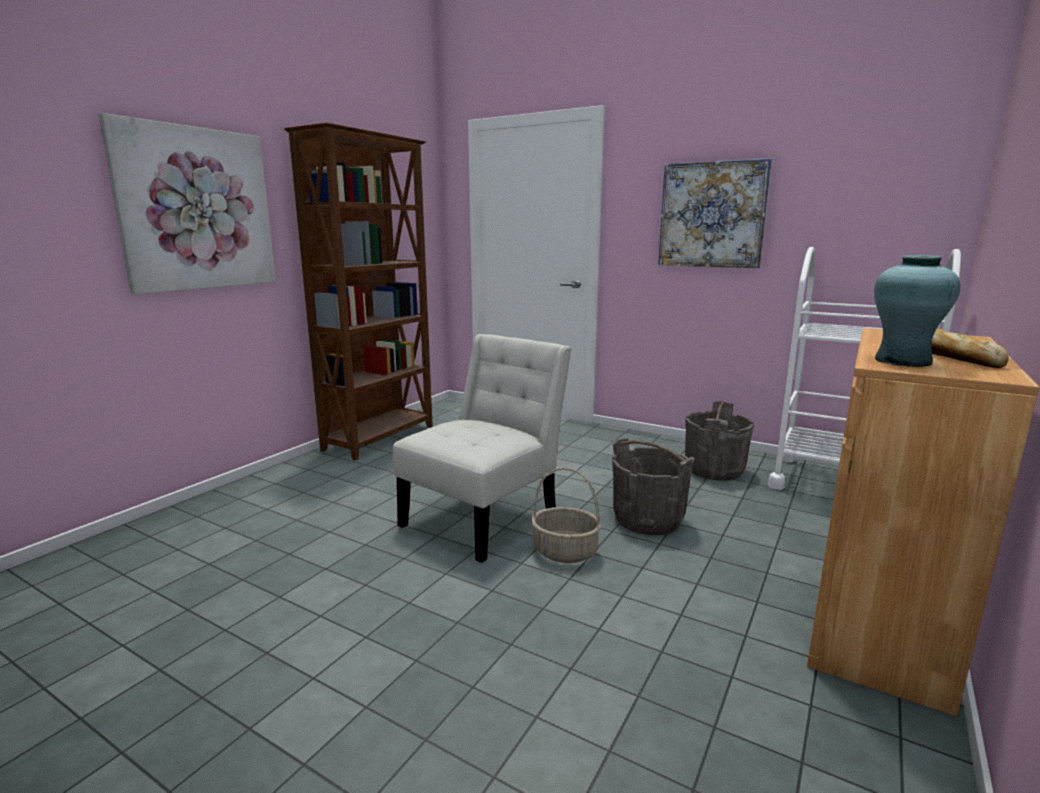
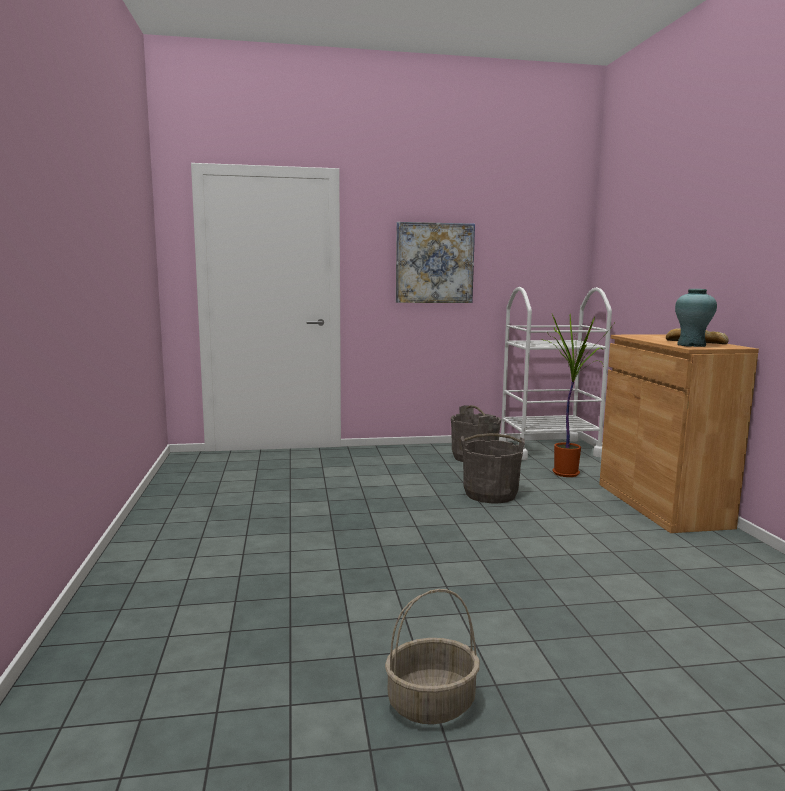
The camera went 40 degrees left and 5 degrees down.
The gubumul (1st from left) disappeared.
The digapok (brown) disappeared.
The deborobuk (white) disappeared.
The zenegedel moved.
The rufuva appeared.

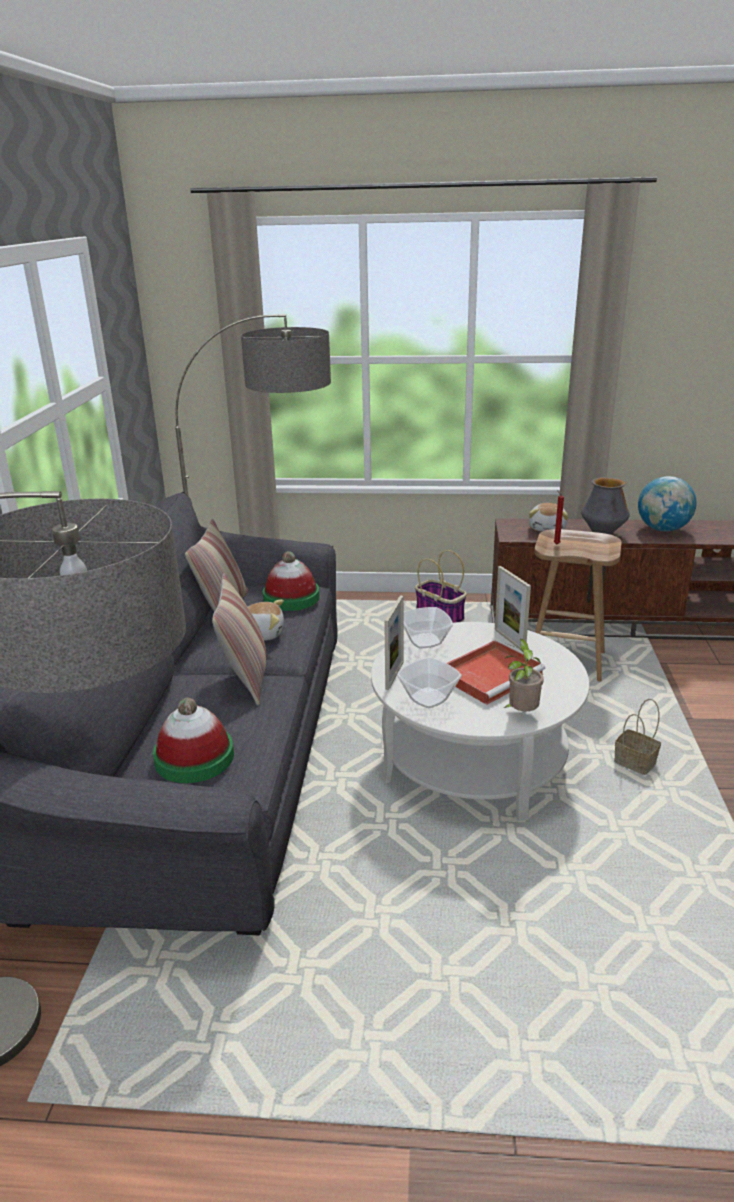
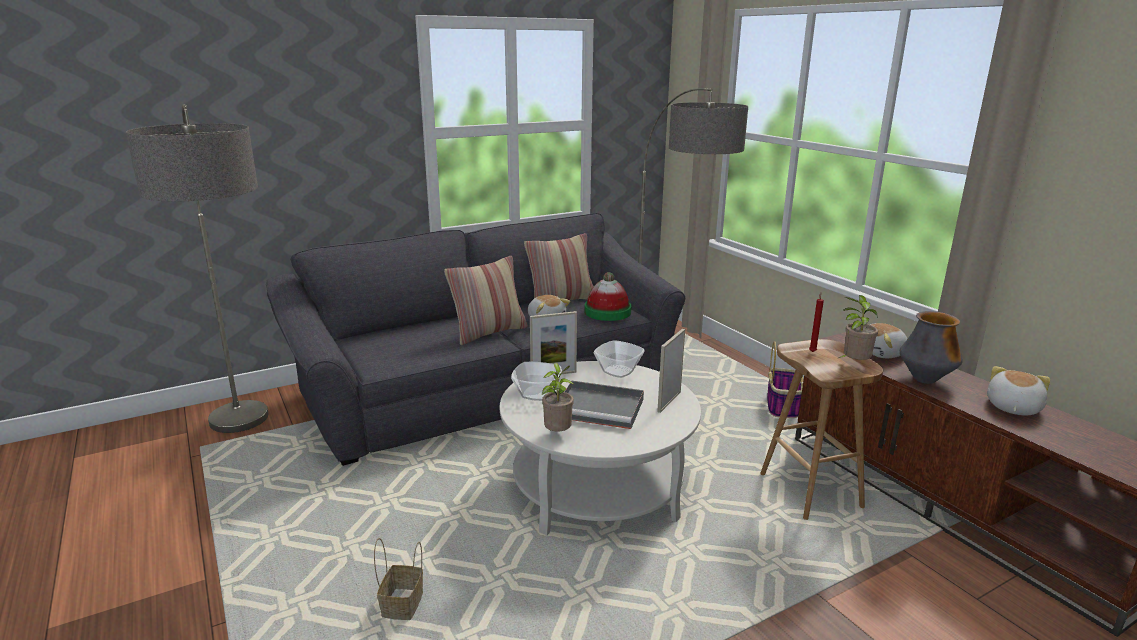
The camera went 55 degrees right and 5 degrees down.
The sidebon (1st from left) disappeared.
The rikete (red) became the rikete (grey).
The zenegedel (2nd from left in the first image) moved.
The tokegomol was replaced by the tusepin (3rd from left).
The rufuva (2nd from left) appeared.

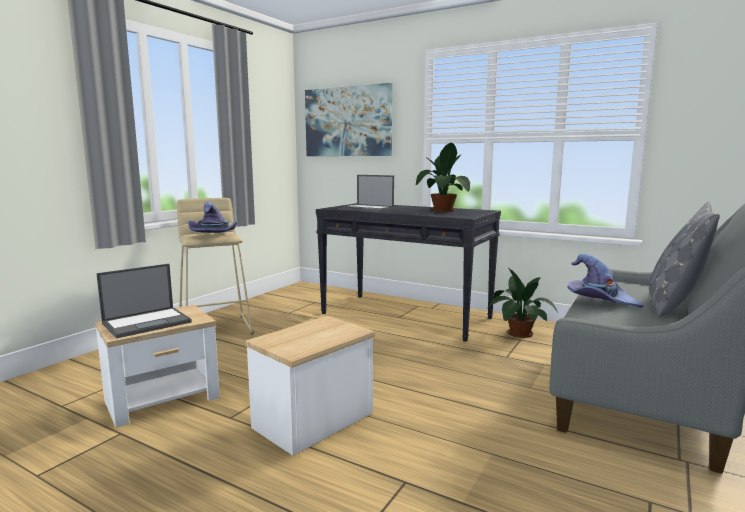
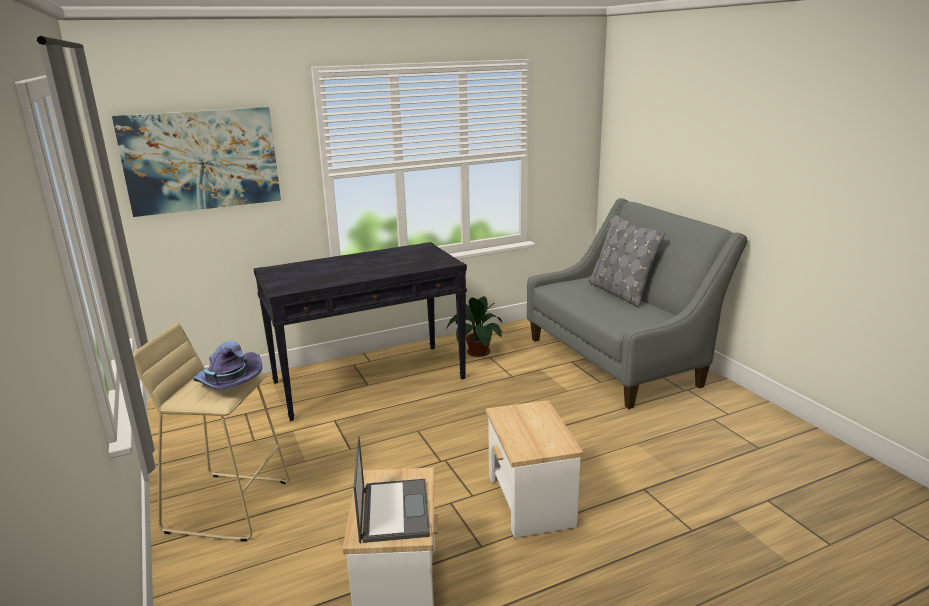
The camera went 55 degrees left and 10 degrees up.
The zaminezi (2nd from left) disappeared.
The rufuva (1st from left) disappeared.
The sidebon (purple) (2nd from left) disappeared.

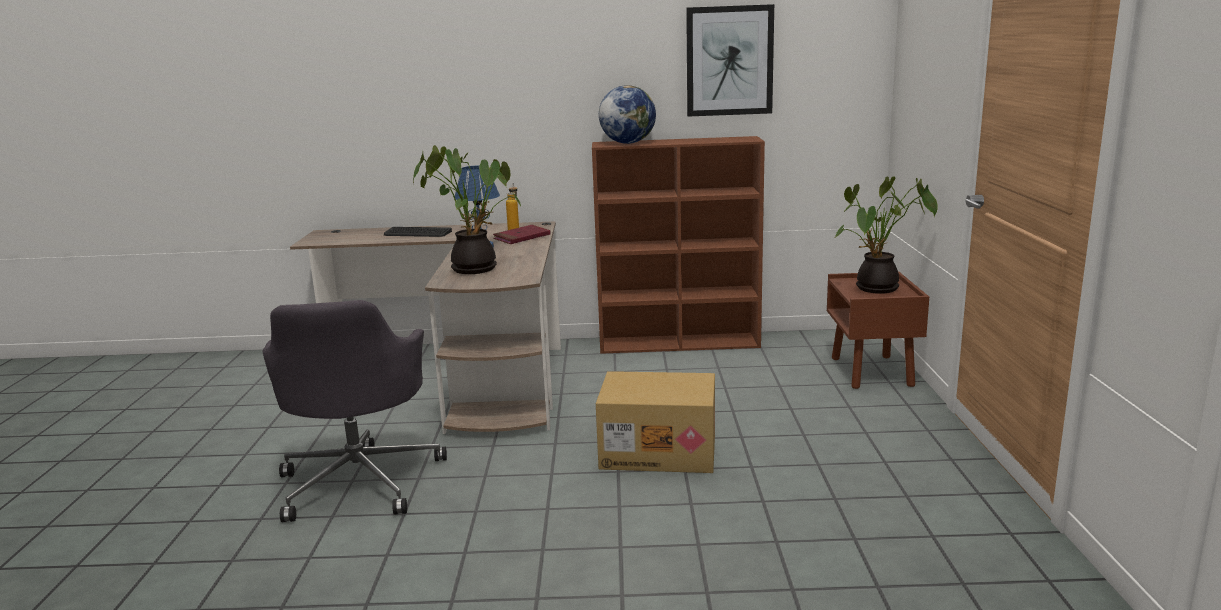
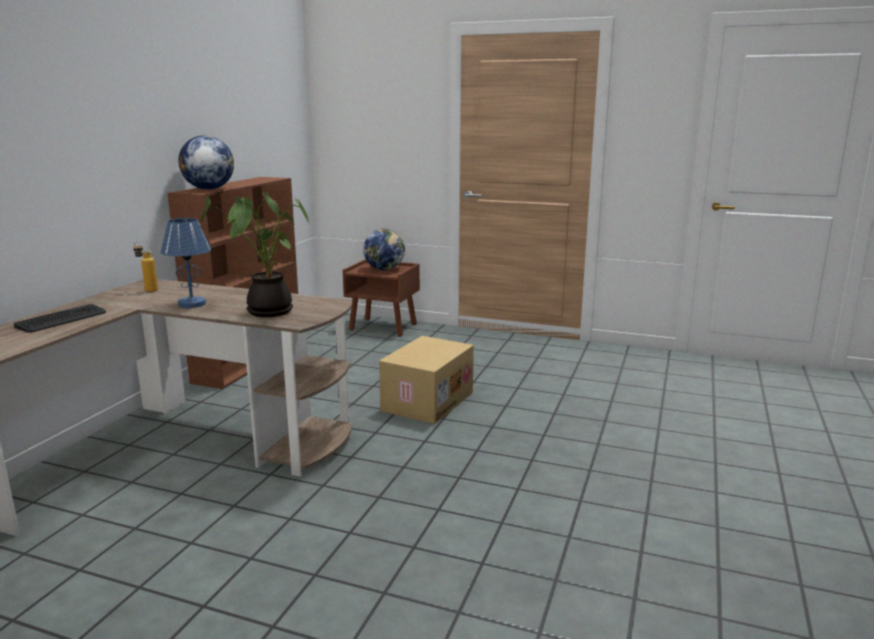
The camera went 70 degrees left and 0 degrees up.
The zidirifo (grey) disappeared.
The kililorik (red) disappeared.
The gubumul disappeared.
The rufuva (2nd from left) was replaced by the tokegomol (2nd from left).

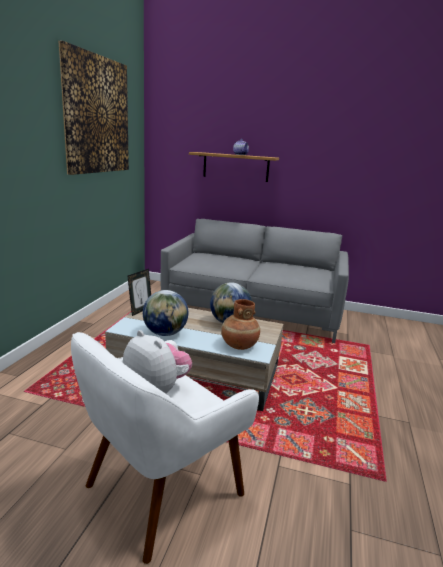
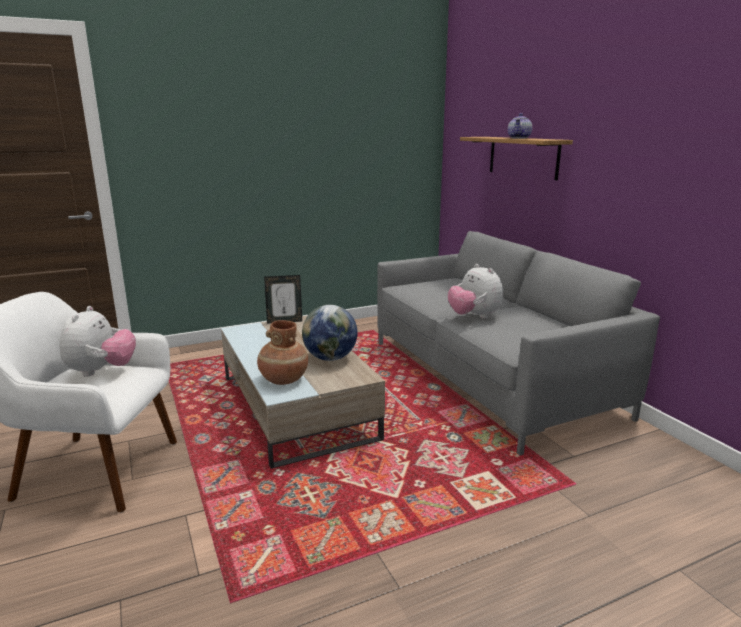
The camera went 50 degrees right and 0 degrees up.
The gubumul disappeared.
The tokegomol (1st from left) disappeared.
The tusepin (2nd from left) appeared.

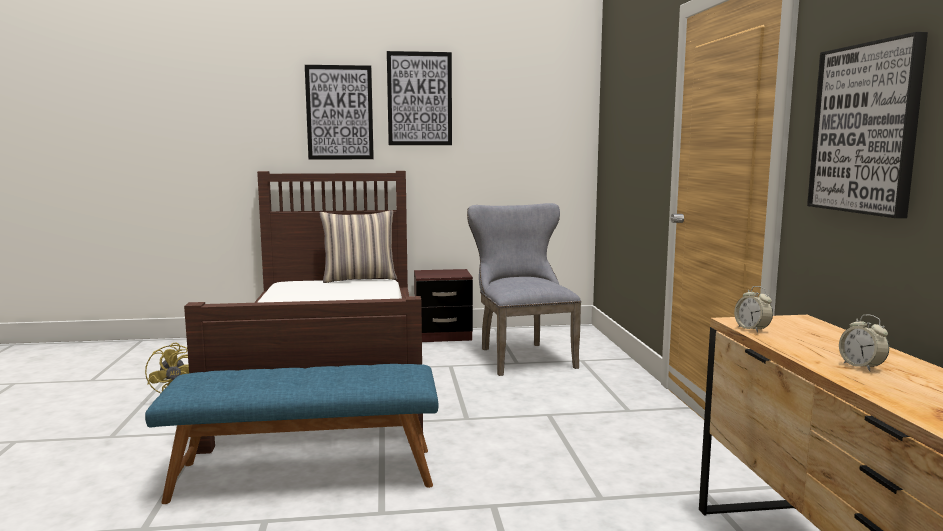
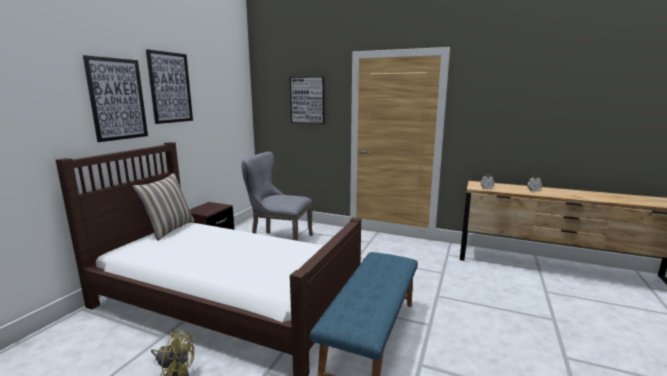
The camera went 60 degrees left and 5 degrees up.
The gubumul (3rd from left) moved.

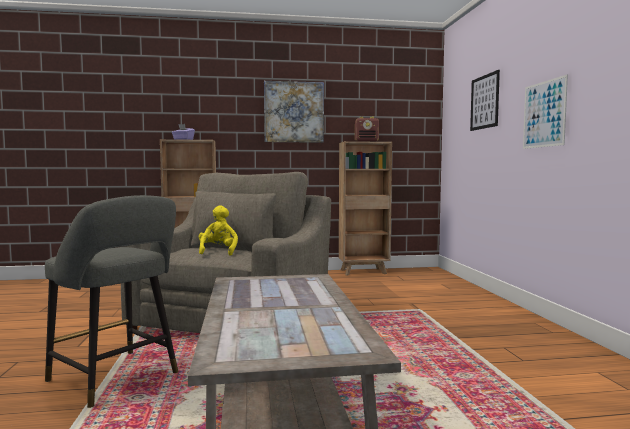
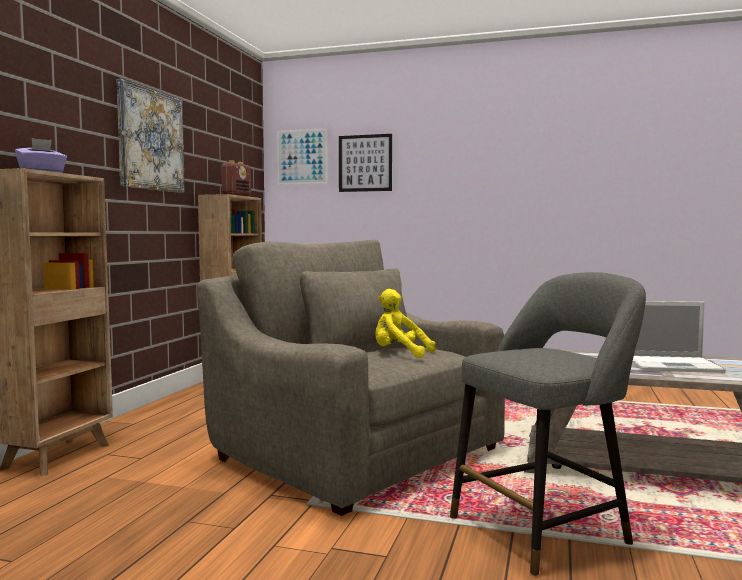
The camera went 65 degrees left and 0 degrees up.
The gubumul (3rd from left in the first image) moved.
The zaminezi appeared.

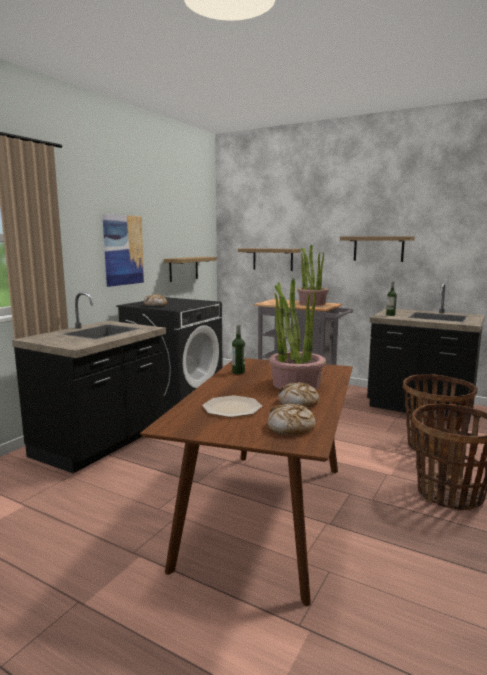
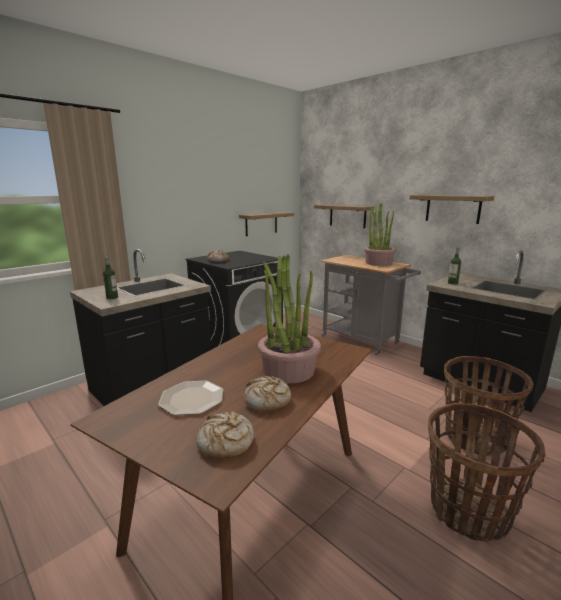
The camera went 15 degrees right and 5 degrees up.
The gubumul disappeared.
The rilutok (1st from left) moved.

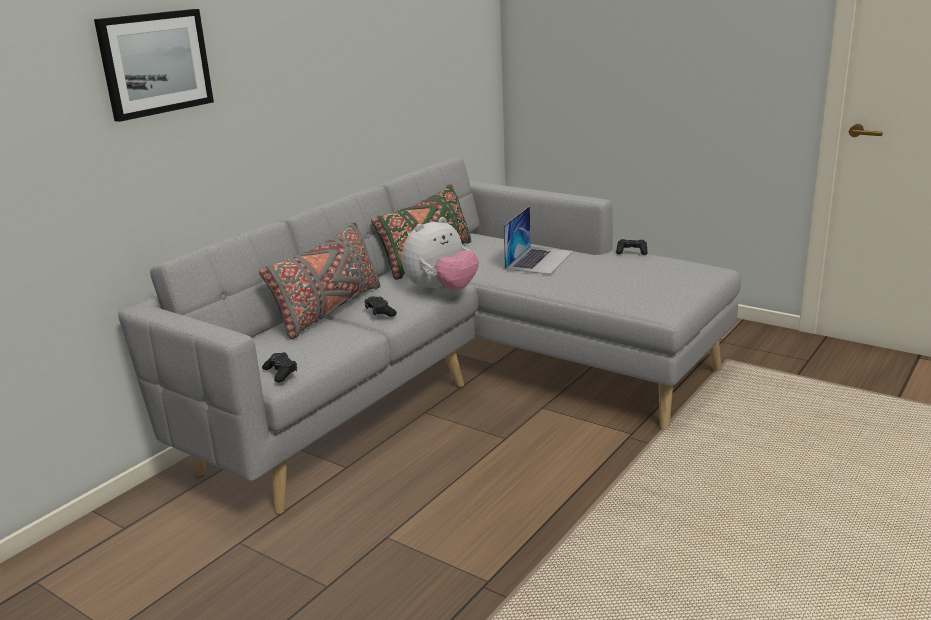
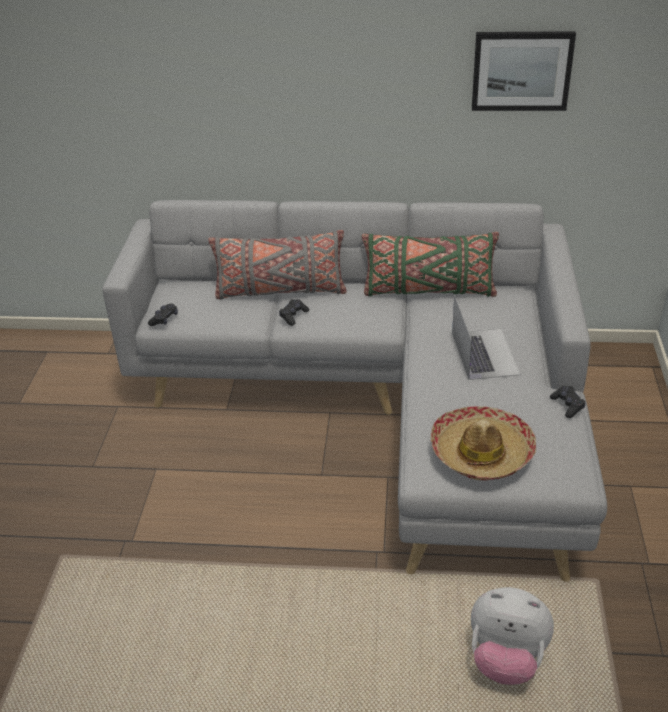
The camera went 60 degrees right and 15 degrees up.
The gubumul moved.
The tusepin moved.
The zaminezi turned 90 degrees counterclockwise.
The sidebon appeared.

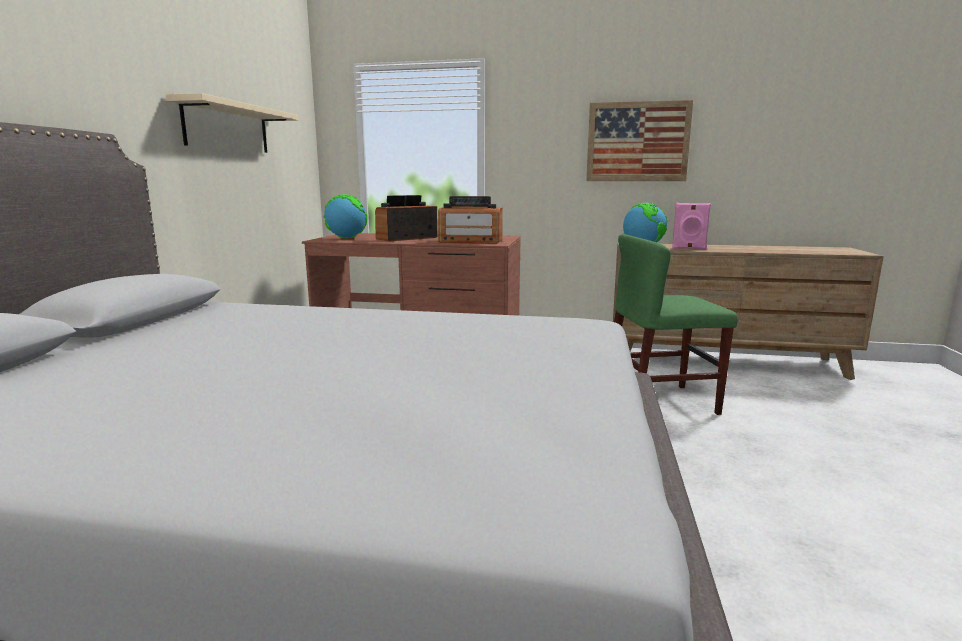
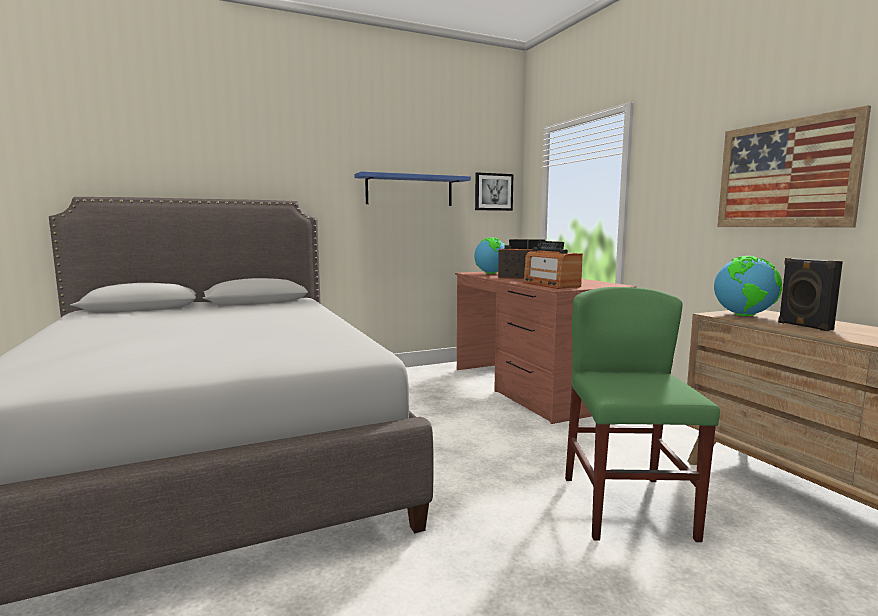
The camera went 55 degrees right and 5 degrees down.
The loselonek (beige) became the loselonek (blue).
The deborobuk (green) turned 45 degrees clockwise.
The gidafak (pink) became the gidafak (black).
The gubumul (1st from left) appeared.

